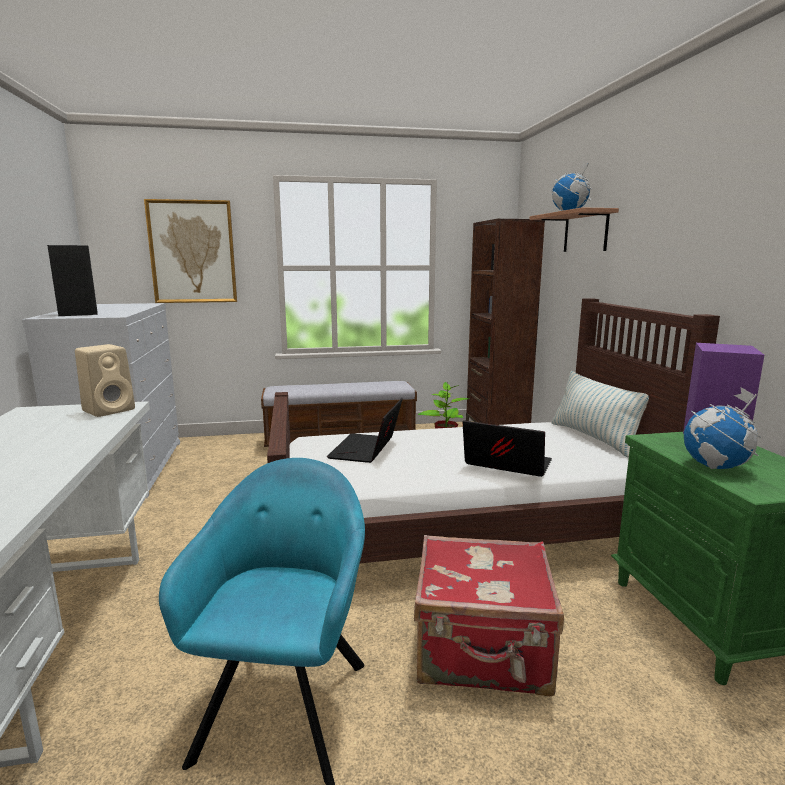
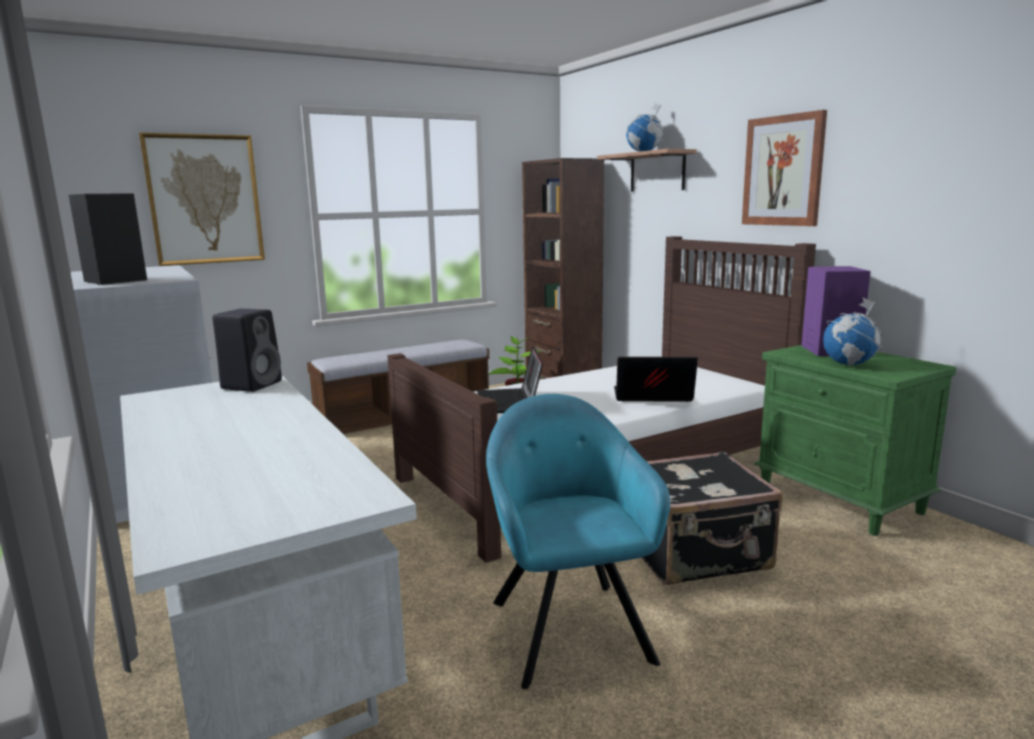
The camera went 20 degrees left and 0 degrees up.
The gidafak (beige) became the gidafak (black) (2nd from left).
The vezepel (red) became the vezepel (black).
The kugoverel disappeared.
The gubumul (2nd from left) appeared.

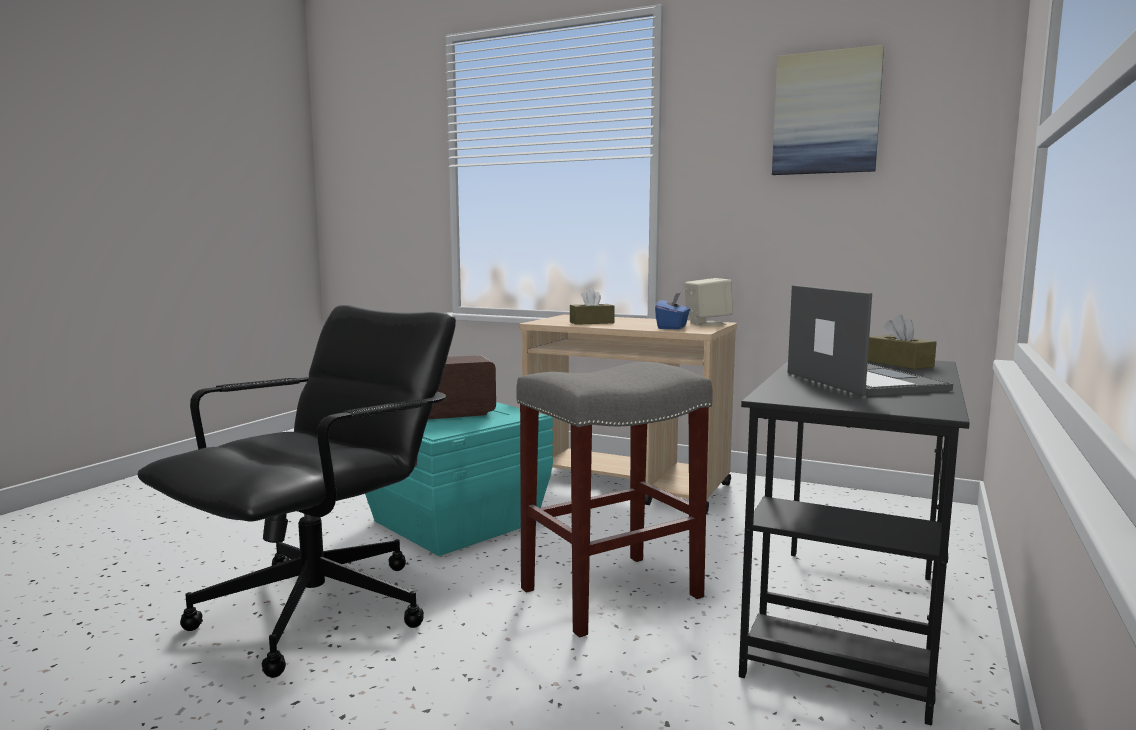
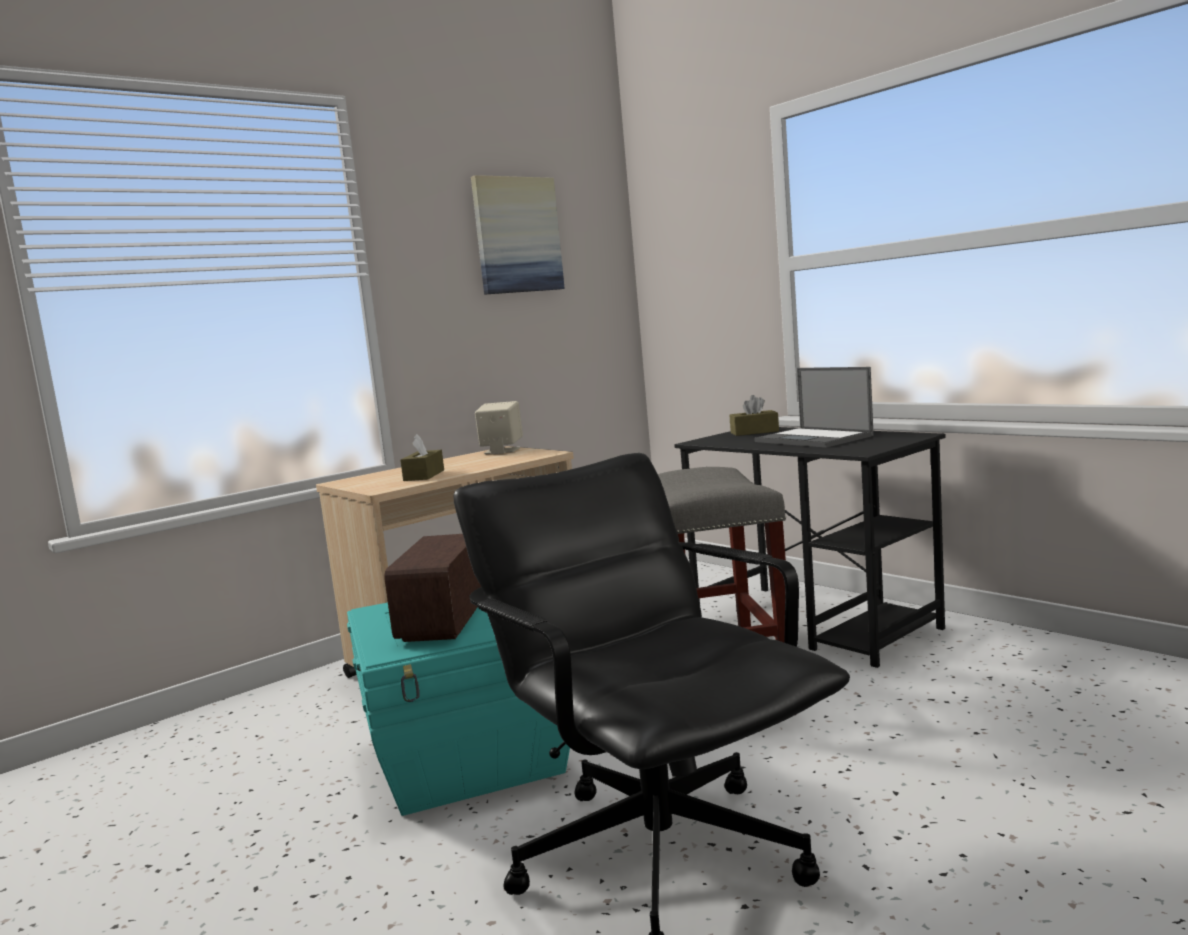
The camera went 65 degrees left and 0 degrees up.
The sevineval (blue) disappeared.
The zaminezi turned 135 degrees counterclockwise.

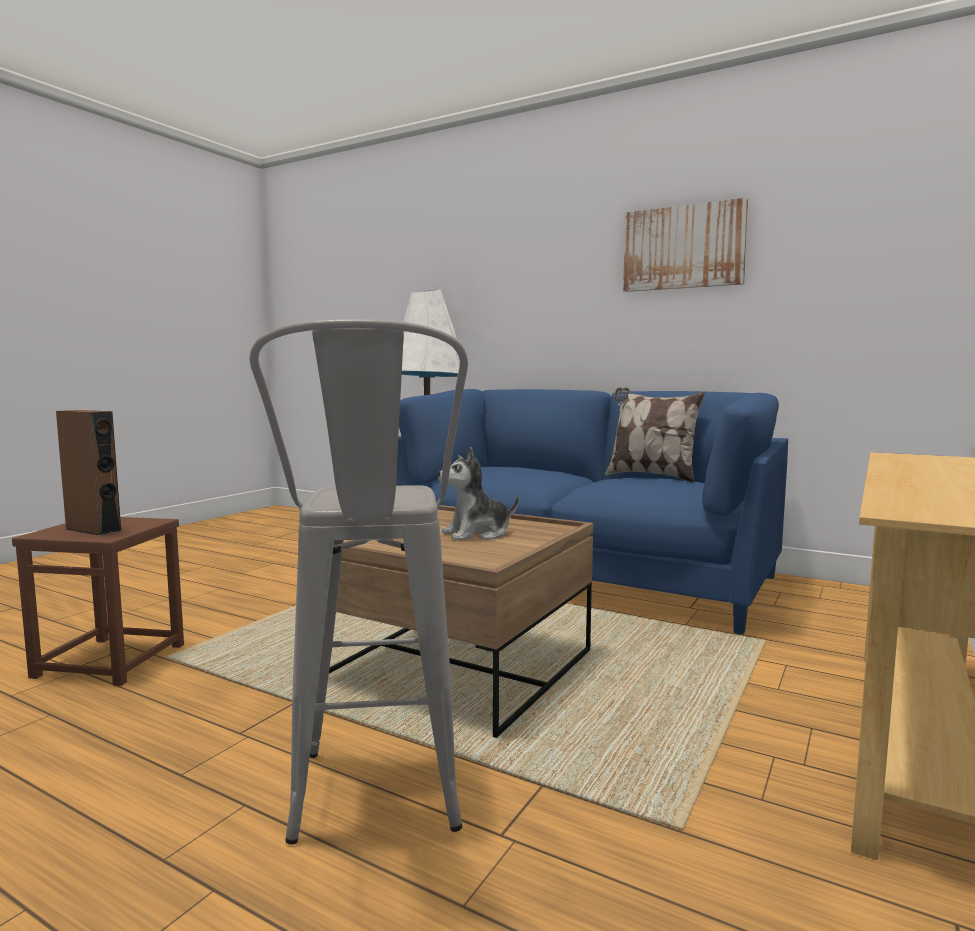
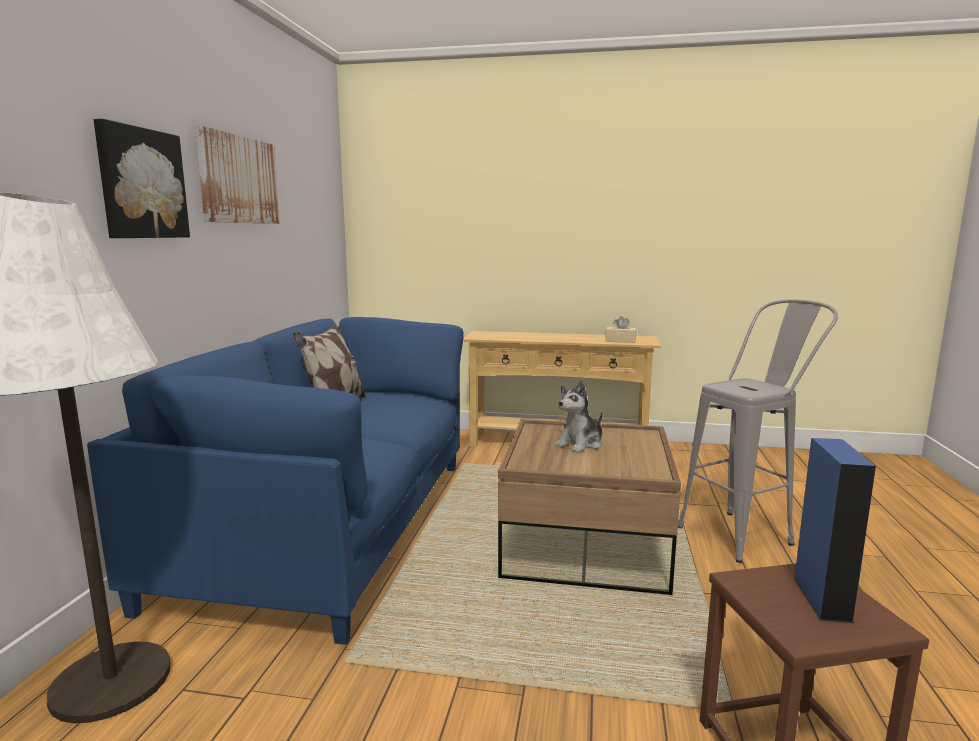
The camera went 110 degrees left and 5 degrees up.
The gidafak (brown) became the gidafak (blue).
The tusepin turned 90 degrees clockwise.
The gubumul (1st from left) appeared.
The sevineval (beige) appeared.

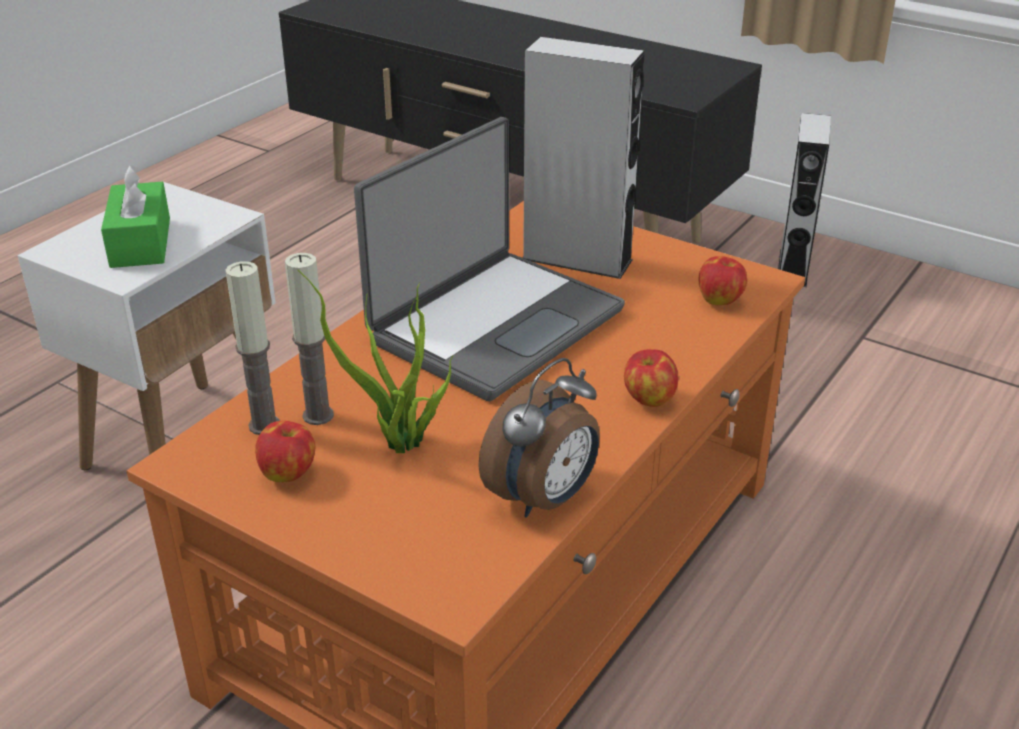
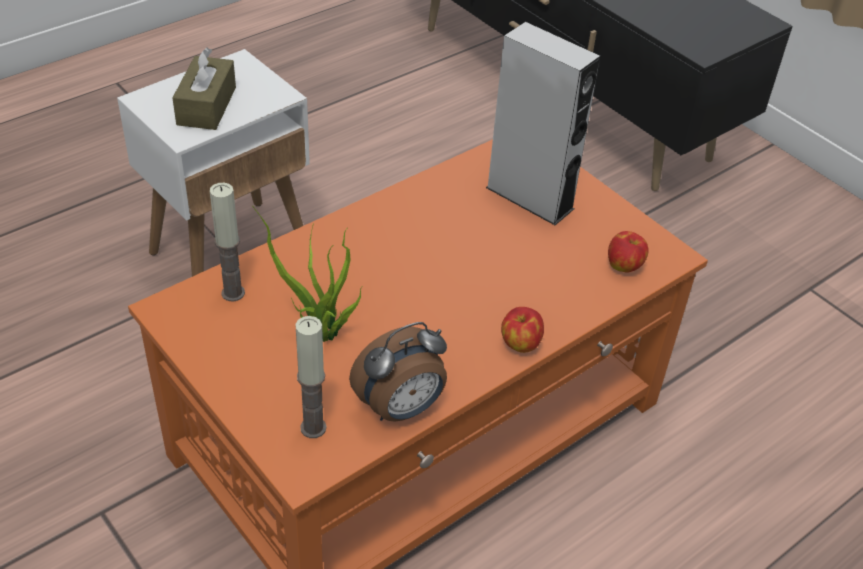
The camera went 15 degrees right and 10 degrees up.
The sevineval (green) became the sevineval (brown).
The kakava (1st from left) disappeared.
The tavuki (2nd from left) moved.
The zaminezi disappeared.
The gidafak (grey) (2nd from left) disappeared.

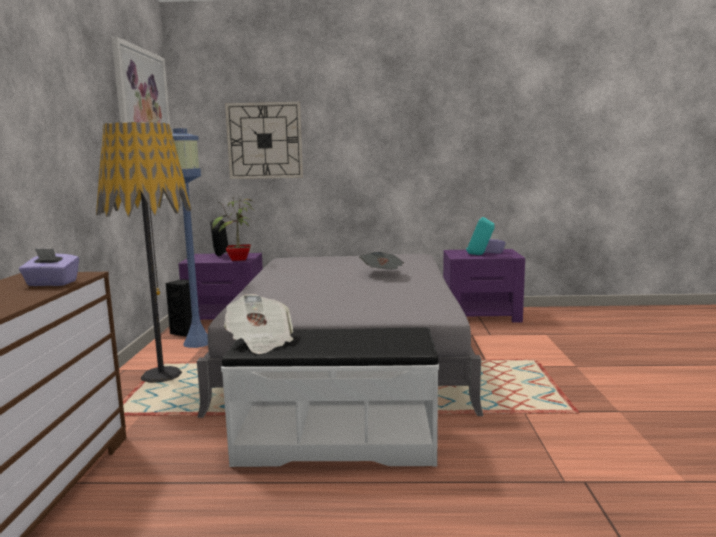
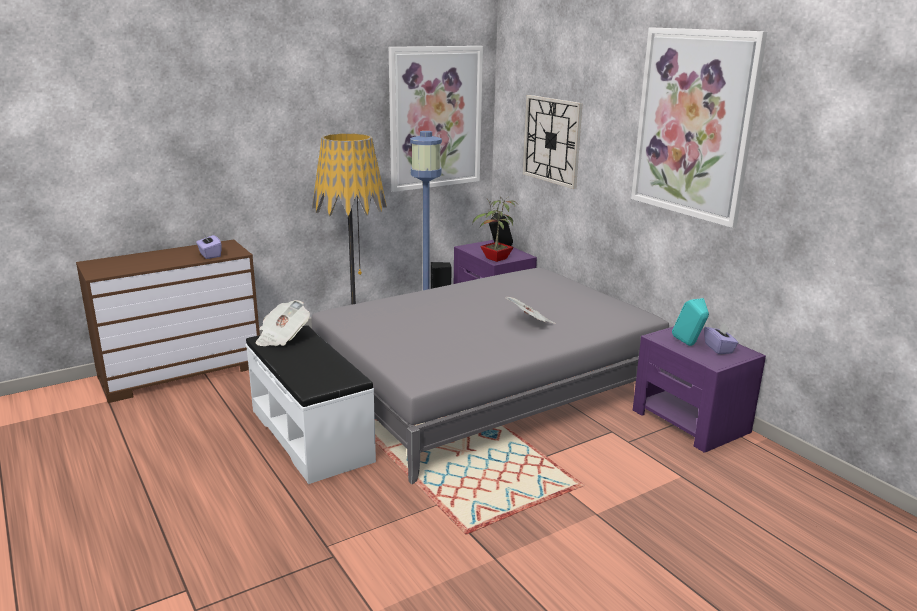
The camera went 55 degrees right and 10 degrees up.
The gubumul (2nd from left) appeared.

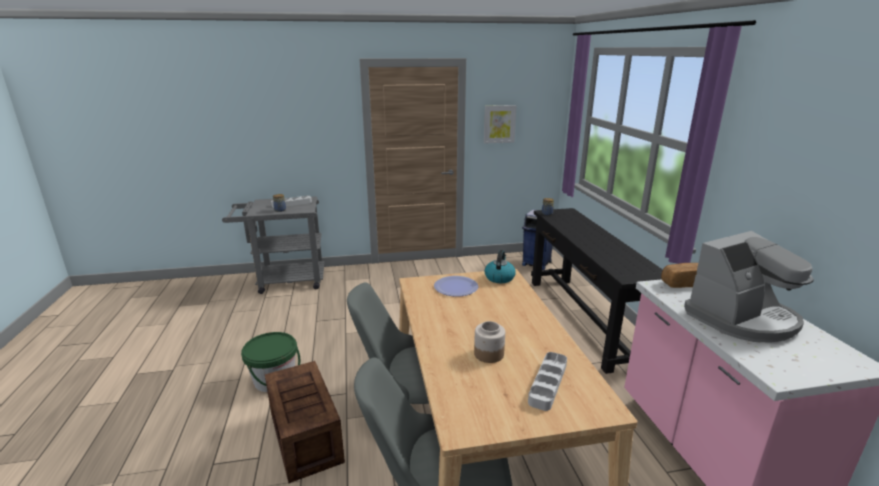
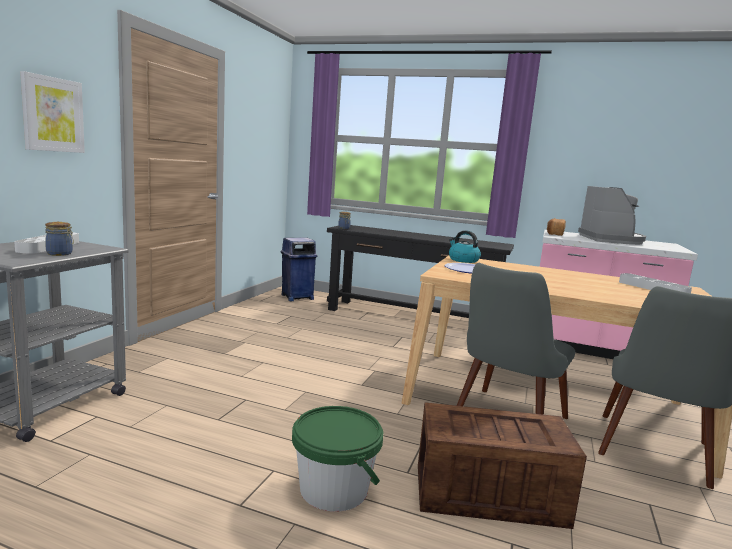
The camera went 60 degrees left and 10 degrees down.
The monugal (2nd from left) disappeared.
The gubumul moved.

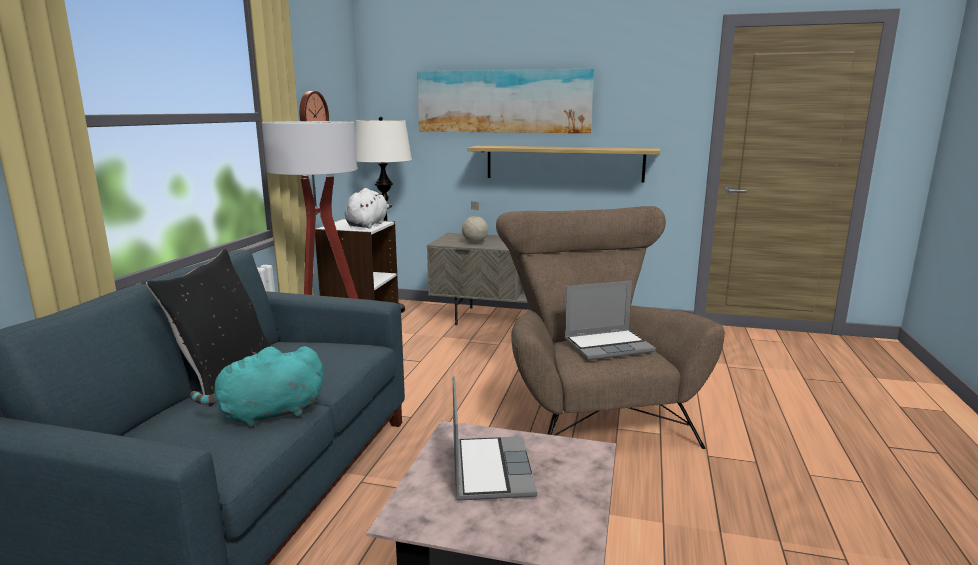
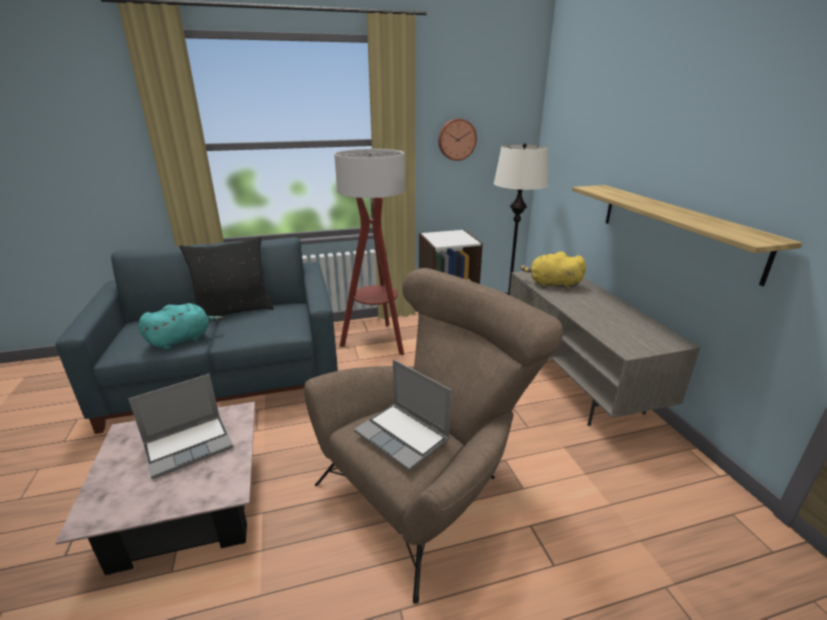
The camera went 60 degrees right and 10 degrees up.
The tusepin (turquoise) turned 105 degrees clockwise.
The tusepin (white) disappeared.
The gubumul disappeared.
The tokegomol was replaced by the tusepin (yellow).

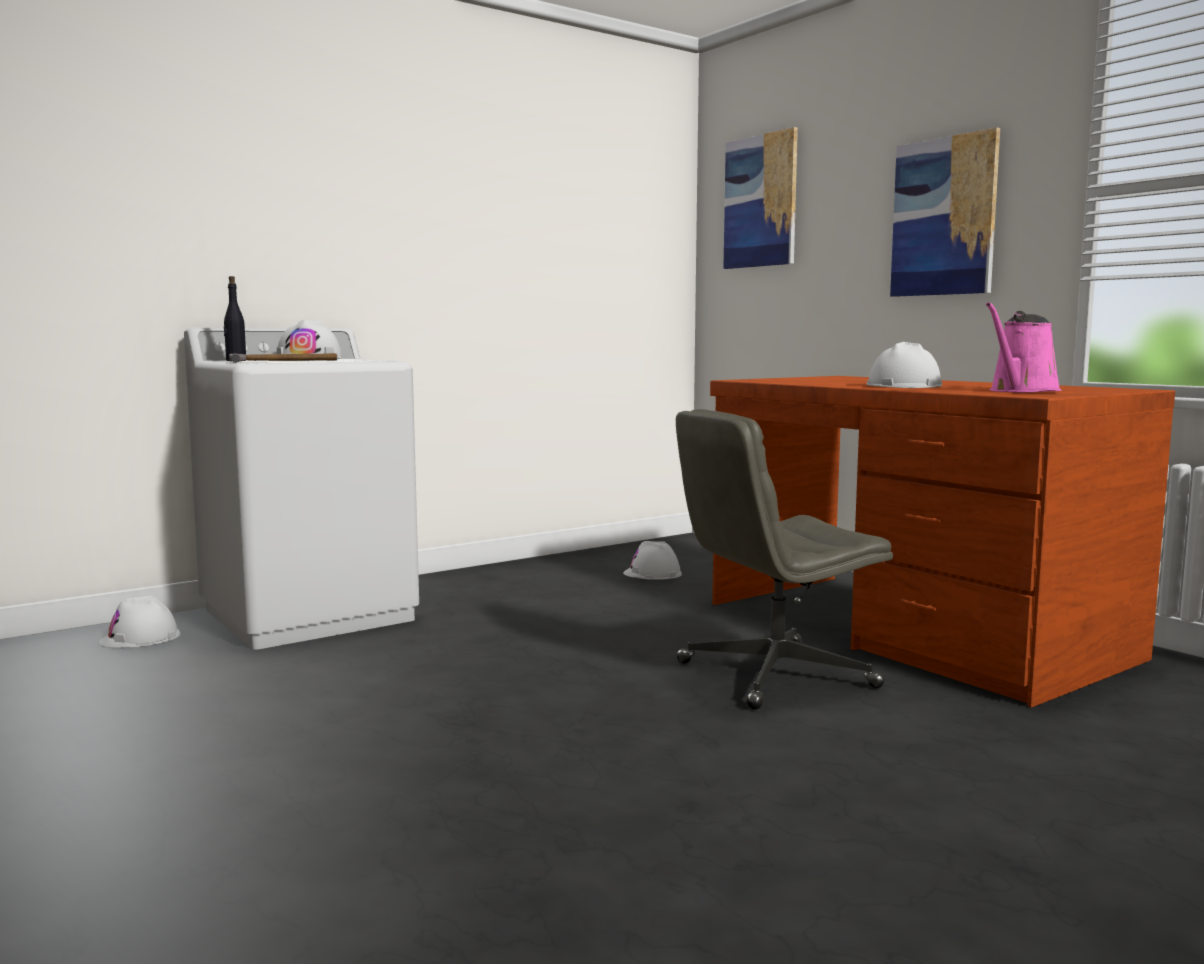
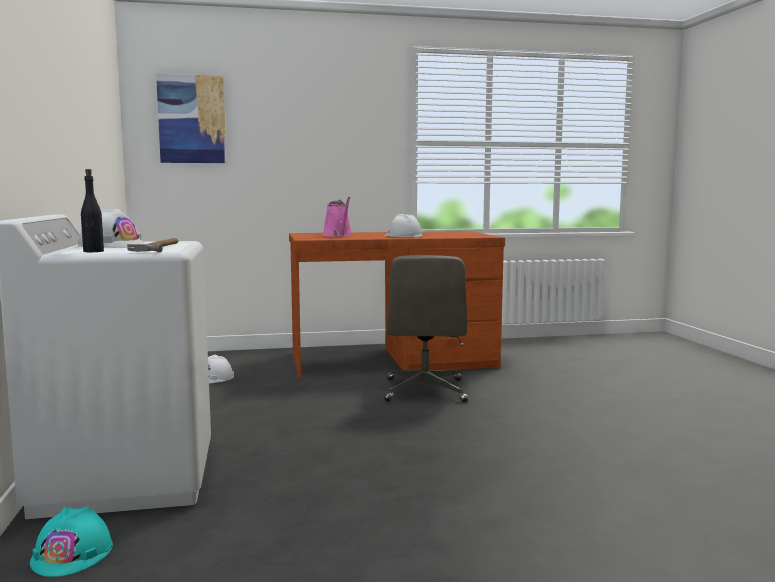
The camera went 65 degrees left and 0 degrees up.
The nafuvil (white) (1st from left) became the nafuvil (turquoise).
The gubumul (2nd from left) disappeared.
The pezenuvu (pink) moved.

